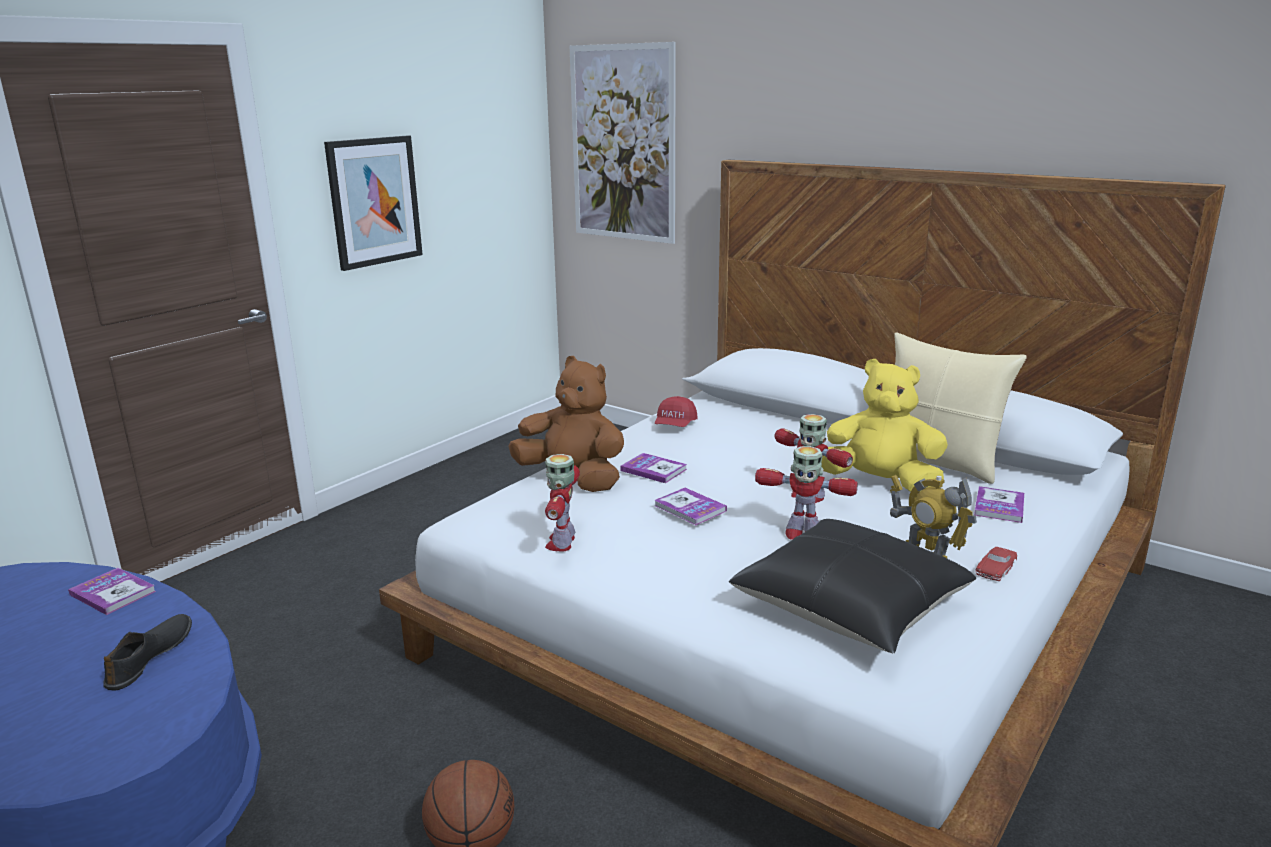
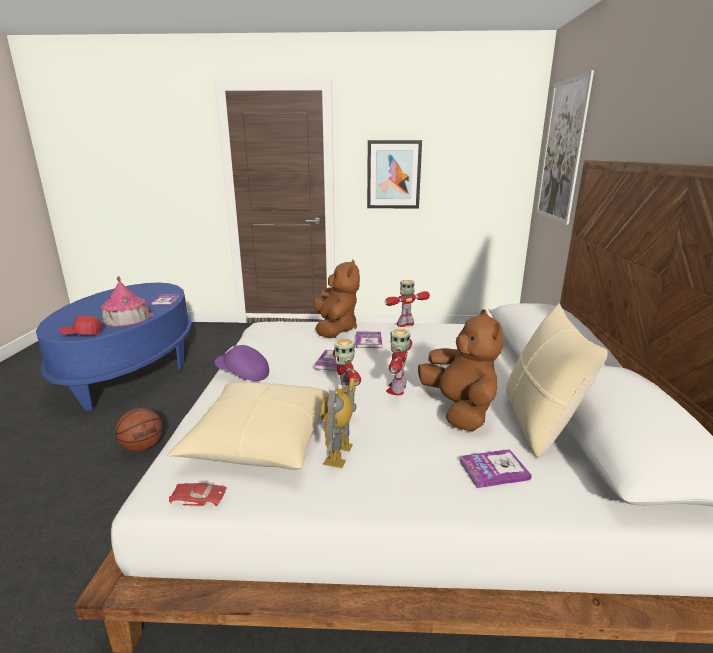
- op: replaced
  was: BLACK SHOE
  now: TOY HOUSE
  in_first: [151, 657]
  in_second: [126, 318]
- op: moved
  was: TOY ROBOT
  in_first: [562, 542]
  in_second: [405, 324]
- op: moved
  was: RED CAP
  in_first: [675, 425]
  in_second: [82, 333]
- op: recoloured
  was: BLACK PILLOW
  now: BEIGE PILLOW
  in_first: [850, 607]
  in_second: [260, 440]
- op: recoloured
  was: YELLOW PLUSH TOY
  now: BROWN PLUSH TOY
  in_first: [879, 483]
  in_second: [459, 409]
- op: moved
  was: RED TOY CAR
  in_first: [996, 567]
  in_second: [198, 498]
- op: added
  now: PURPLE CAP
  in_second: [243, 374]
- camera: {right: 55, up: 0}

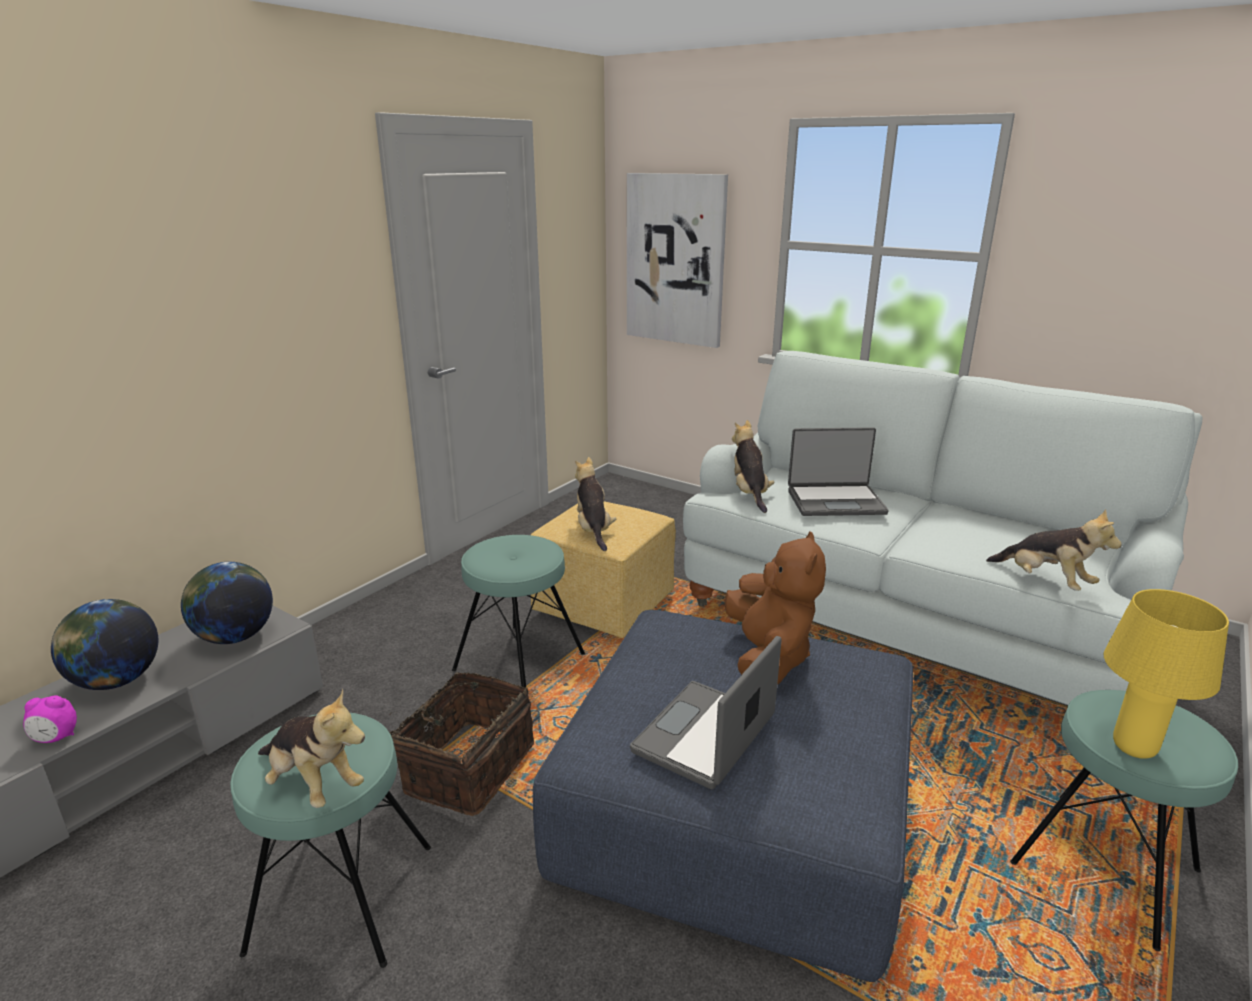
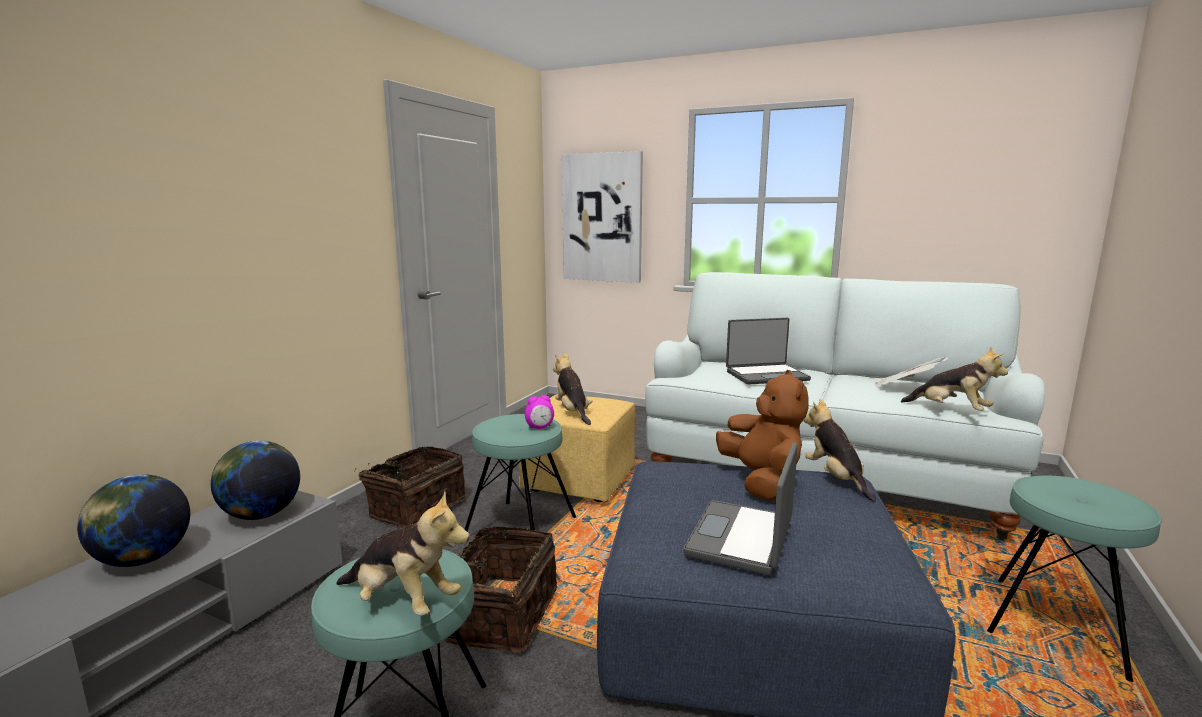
- op: moved
  was: ALARM CLOCK
  in_first: [56, 738]
  in_second: [539, 428]
- op: moved
  was: PLUSH TOY
  in_first: [749, 493]
  in_second: [835, 479]
- op: removed
  was: YELLOW TABLE LAMP
  in_first: [1134, 749]
- op: added
  now: BASKET
  in_second: [416, 507]
- op: added
  now: NEWSPAPER
  in_second: [905, 388]
- camera: {right: -10, up: -10}

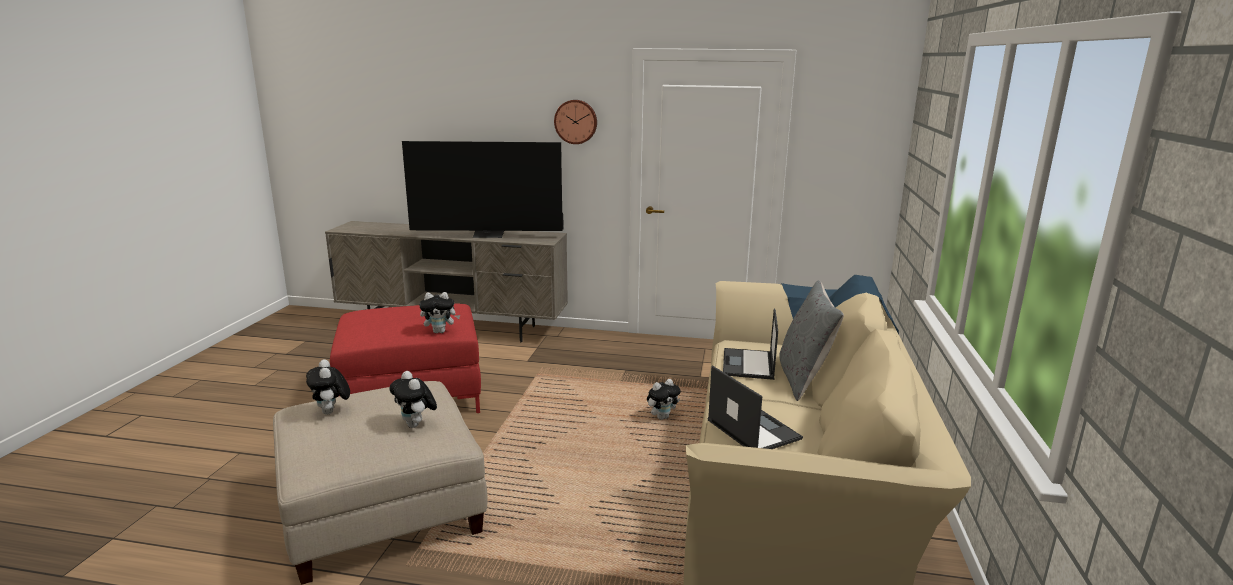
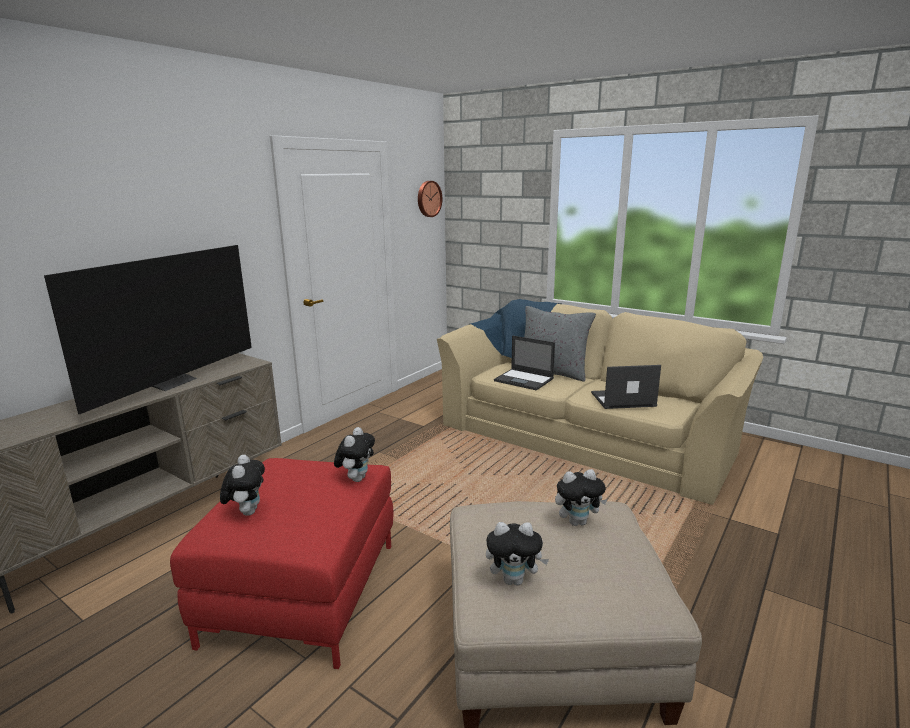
- op: moved
  was: WALL CLOCK
  in_first: [576, 121]
  in_second: [428, 199]
- op: moved
  was: PLUSH TOY
  in_first: [662, 417]
  in_second: [247, 511]
- camera: {right: -65, up: 0}

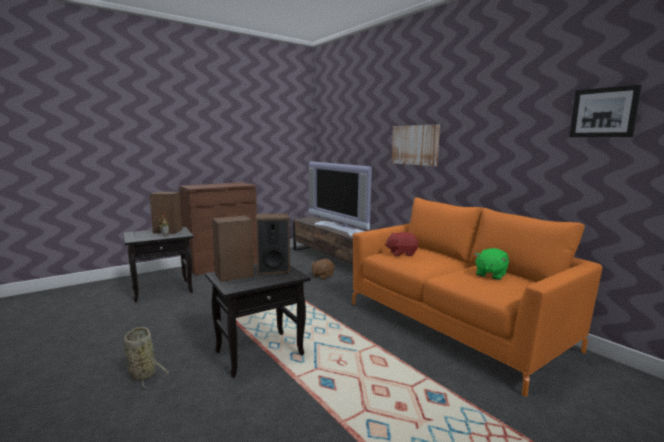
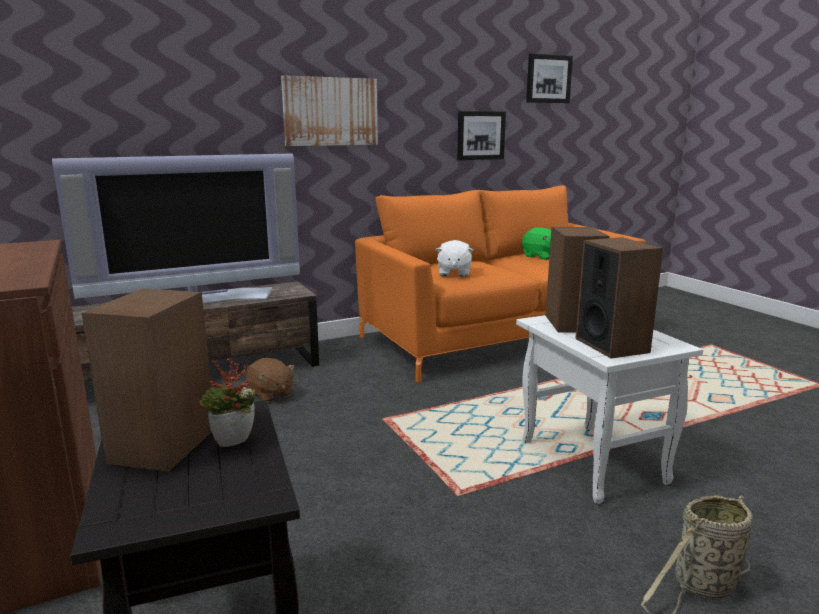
- op: recoloured
  was: BLACK SIDE TABLE
  now: WHITE SIDE TABLE
  in_first: [260, 352]
  in_second: [589, 461]
- op: recoloured
  was: RED PLUSH TOY
  now: WHITE PLUSH TOY
  in_first: [401, 253]
  in_second: [453, 273]
- op: added
  now: PICTURE
  in_second: [480, 135]
- camera: {right: -80, up: 5}

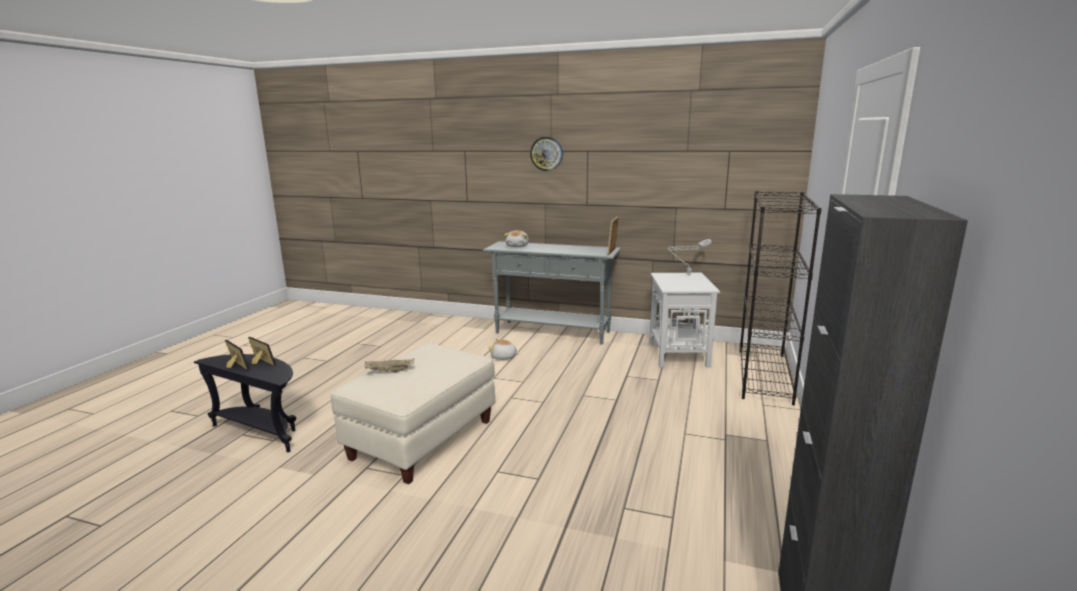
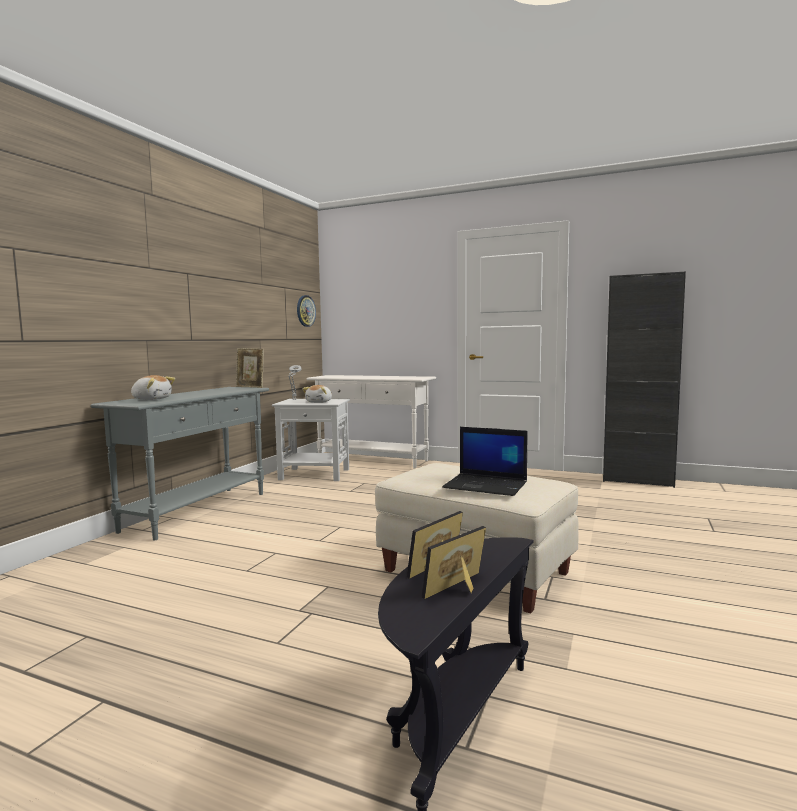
- op: replaced
  was: BEIGE TRAY
  now: LAPTOP
  in_first: [389, 371]
  in_second: [487, 485]
- op: moved
  was: PLUSH TOY
  in_first: [504, 357]
  in_second: [319, 402]
- op: moved
  was: WALL CLOCK
  in_first: [546, 153]
  in_second: [305, 311]
- op: replaced
  was: BLACK BOOKCASE
  now: WHITE CONSOLE TABLE
  in_first: [764, 376]
  in_second: [373, 460]
- camera: {right: -85, up: -10}

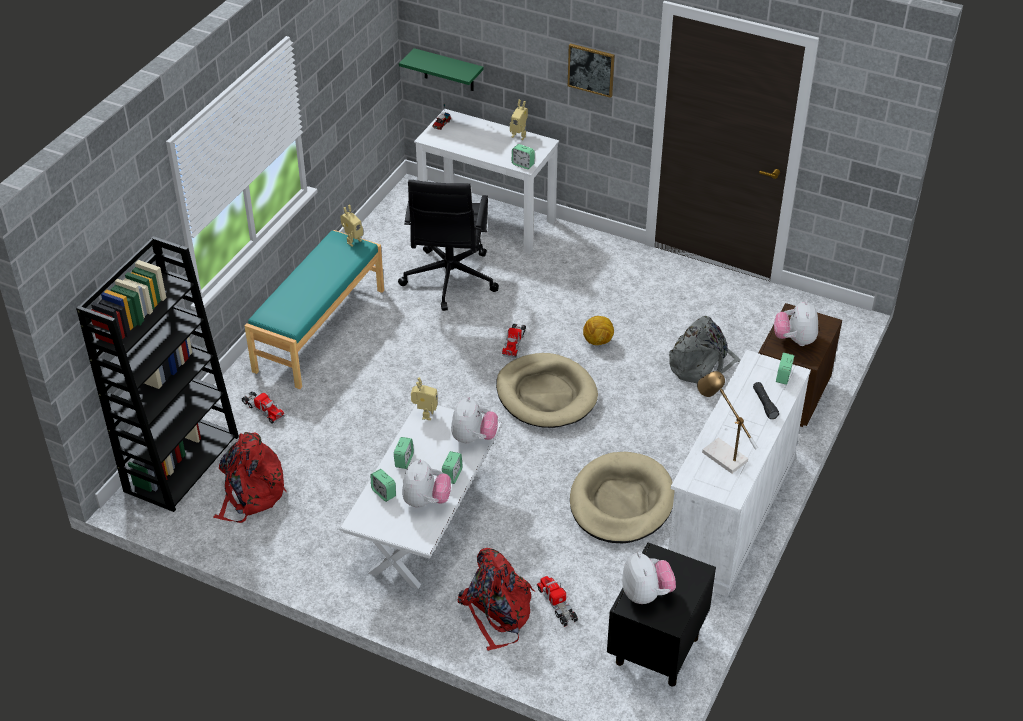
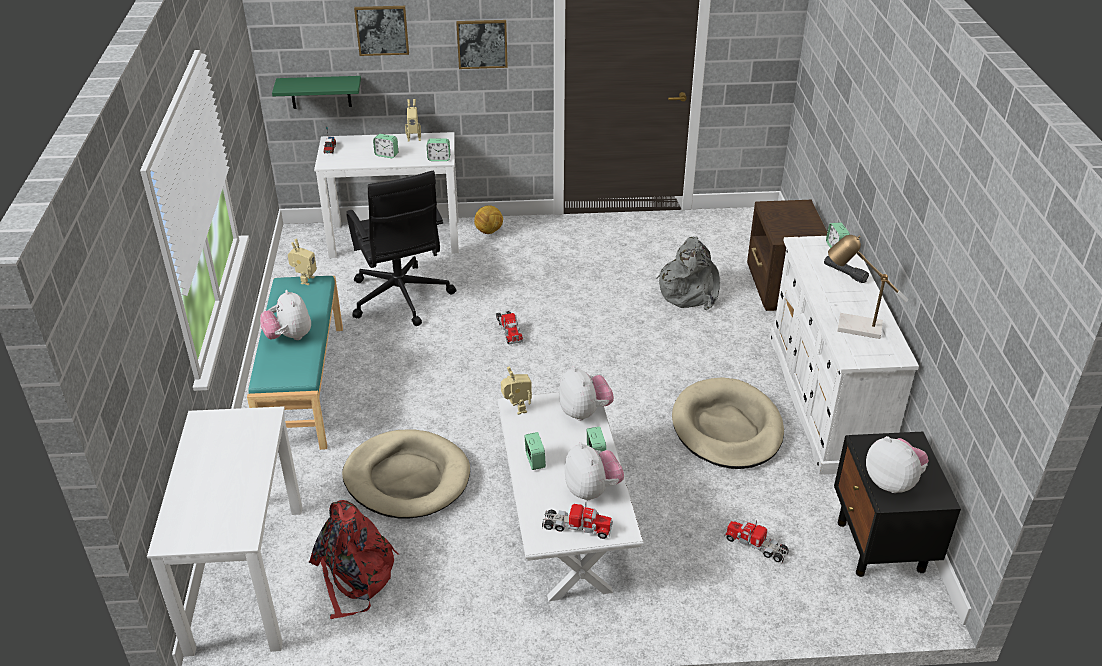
- op: replaced
  was: BLACK BOOKCASE
  now: WHITE DESK
  in_first: [181, 462]
  in_second: [246, 576]
- op: moved
  was: TOY TRUCK
  in_first: [263, 410]
  in_second: [576, 527]
- op: moved
  was: ALARM CLOCK
  in_first: [384, 493]
  in_second: [386, 155]
- op: removed
  was: RED BACKPACK
  in_first: [497, 612]
- op: moved
  was: BEIGE DOG BED
  in_first: [546, 394]
  in_second: [407, 478]
- op: moved
  was: FOOTBALL
  in_first: [598, 342]
  in_second: [489, 231]
- op: moved
  was: PLUSH TOY
  in_first: [794, 340]
  in_second: [289, 337]
- op: added
  now: PICTURE
  in_second: [382, 30]
- camera: {right: -30, up: -5}

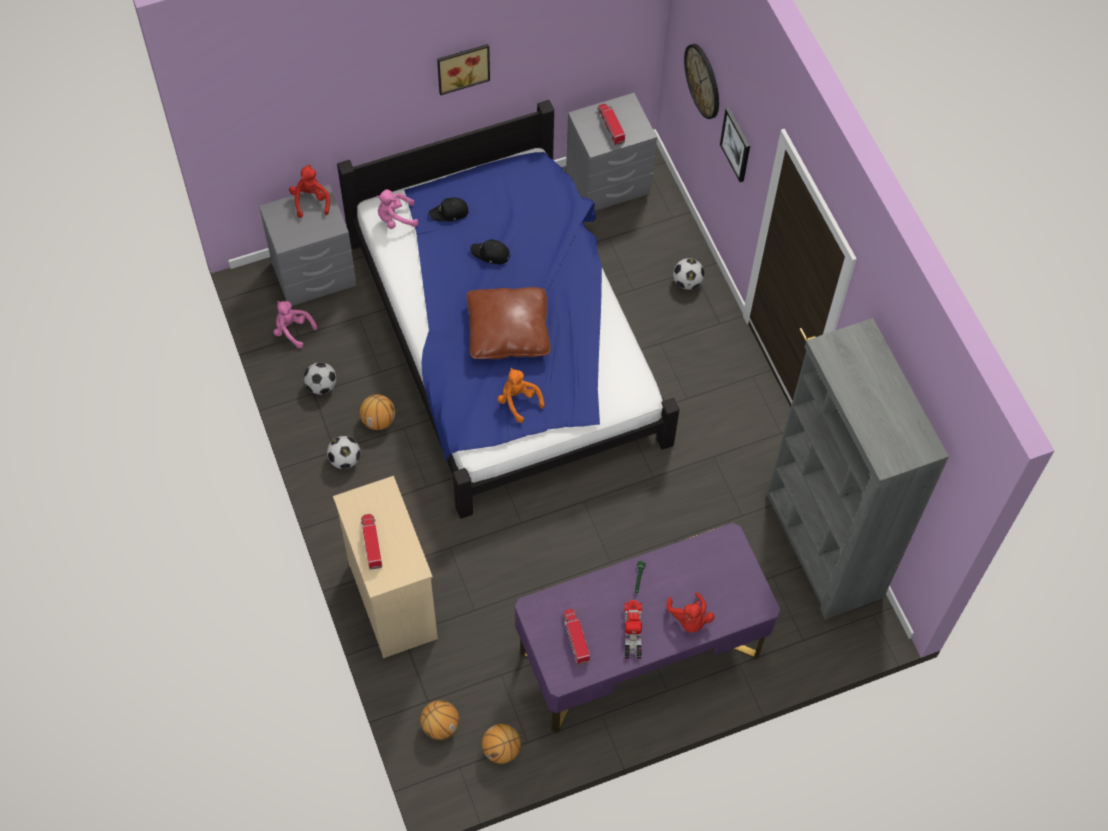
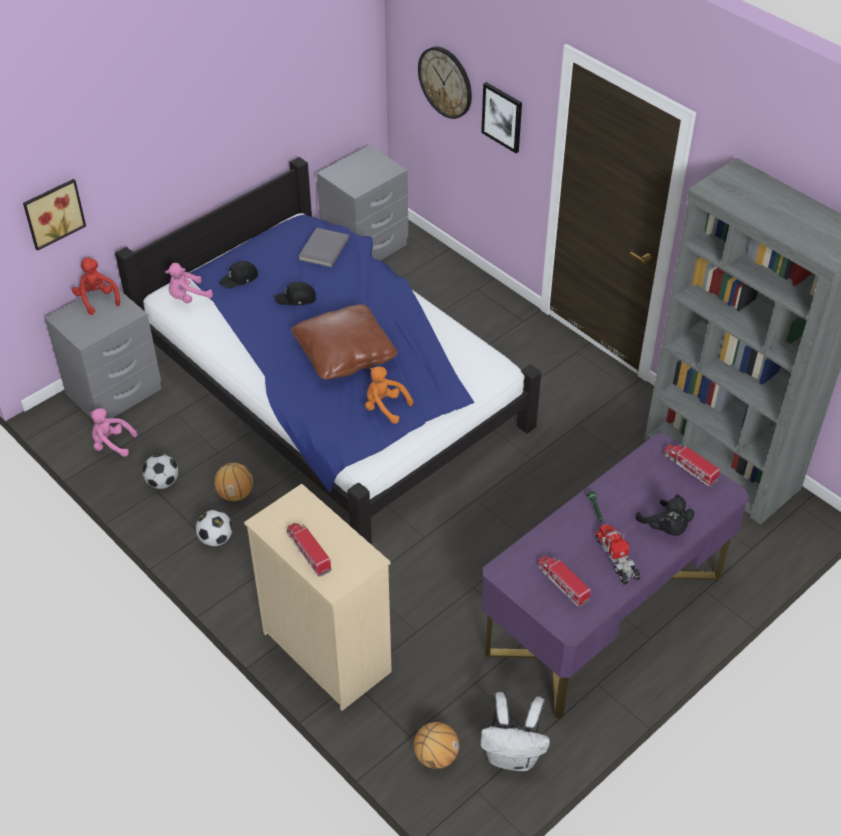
- op: moved
  was: PICTURE
  in_first: [462, 66]
  in_second: [53, 212]
- op: replaced
  was: BASKETBALL
  now: WHITE BACKPACK
  in_first: [501, 749]
  in_second: [513, 756]
- op: moved
  was: TOY TRUCK
  in_first: [610, 126]
  in_second: [690, 468]
- op: recoloured
  was: RED PLUSH TOY
  now: BLACK PLUSH TOY
  in_first: [689, 619]
  in_second: [666, 528]
- op: removed
  was: FOOTBALL
  in_first: [687, 282]
- op: added
  now: GREY BOOK
  in_second: [323, 249]
- camera: {right: -20, up: -15}

